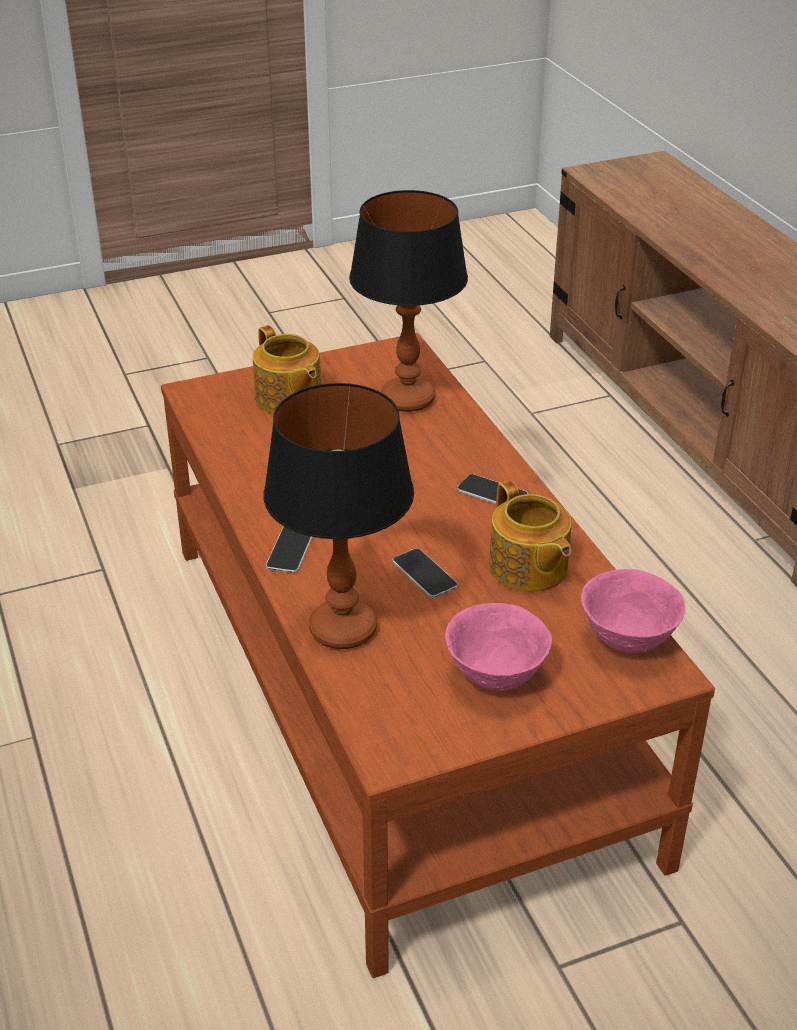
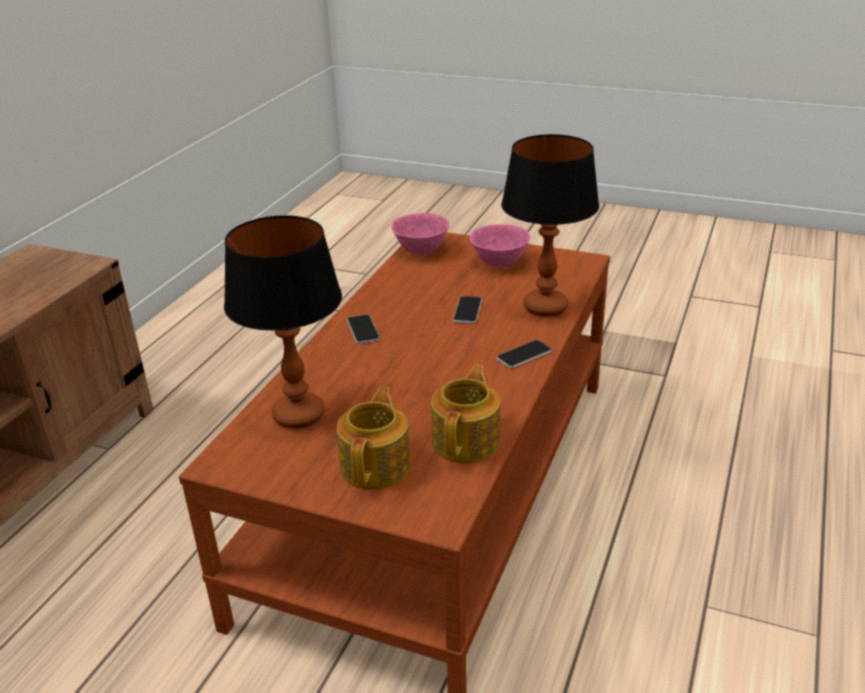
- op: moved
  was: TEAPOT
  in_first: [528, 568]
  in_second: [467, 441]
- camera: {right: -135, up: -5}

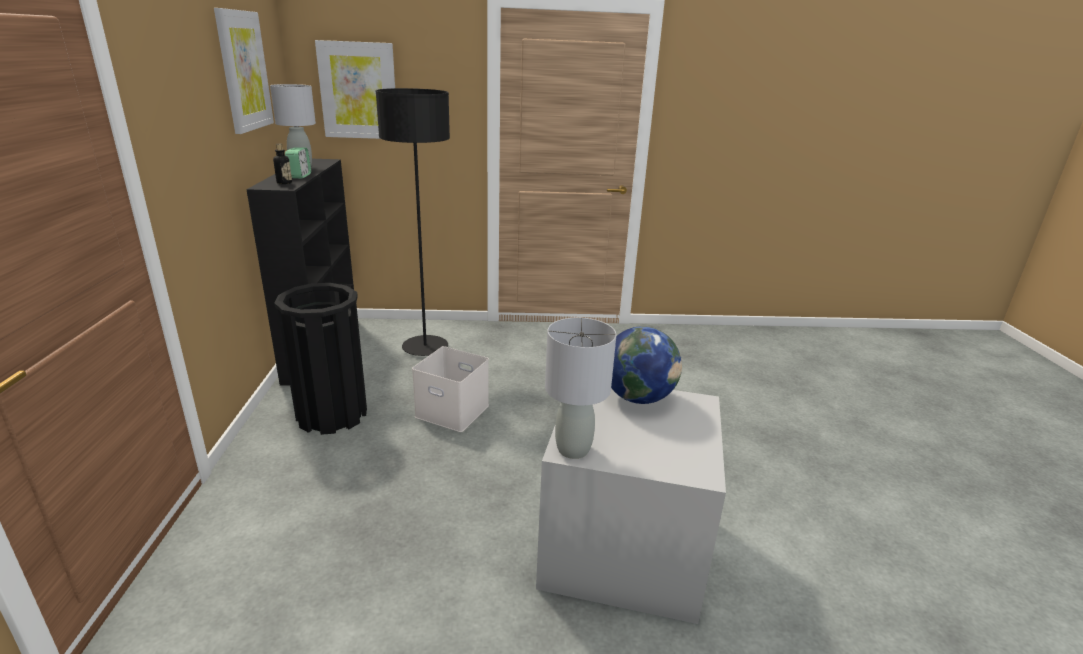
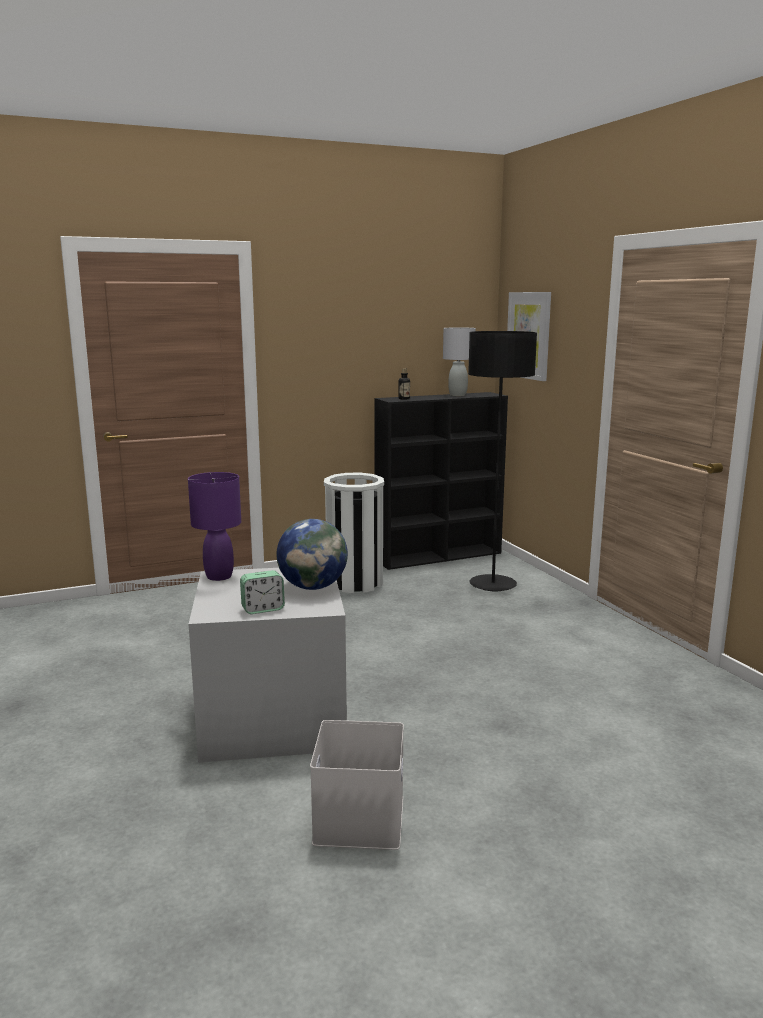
- op: removed
  was: PICTURE
  in_first: [244, 71]
- op: recoloured
  was: BLACK TRASH CAN
  now: WHITE TRASH CAN
  in_first: [332, 414]
  in_second: [355, 583]
- op: moved
  was: ALARM CLOCK
  in_first: [300, 176]
  in_second: [263, 609]
- op: moved
  was: WHITE STORAGE BOX
  in_first: [454, 411]
  in_second: [361, 820]
- op: recoloured
  was: GREY TABLE LAMP
  now: PURPLE TABLE LAMP
  in_first: [572, 449]
  in_second: [218, 576]
- camera: {right: 70, up: -10}

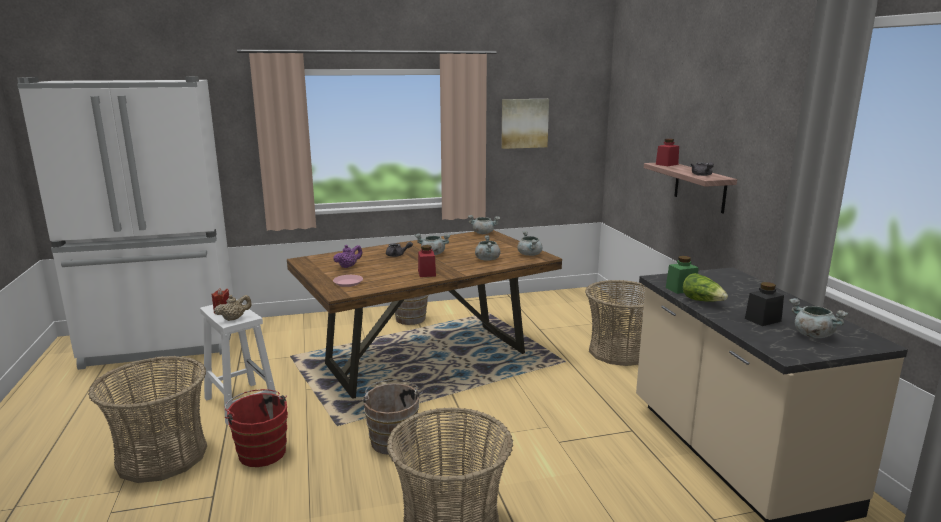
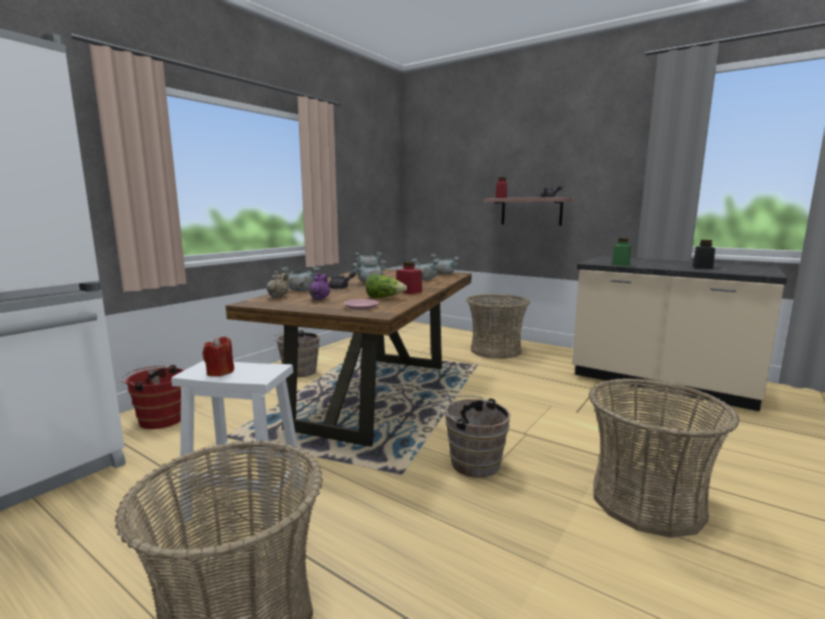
- op: moved
  was: BEIGE TEAPOT
  in_first: [234, 318]
  in_second: [278, 297]
- op: moved
  was: RED BUCKET
  in_first: [261, 451]
  in_second: [159, 419]
- op: removed
  was: PICTURE
  in_first: [524, 123]
- op: moved
  was: LETTUCE
  in_first: [703, 301]
  in_second: [384, 298]
- op: moved
  was: GREY COOKING POT
  in_first: [812, 335]
  in_second: [301, 290]
- camera: {right: -40, up: -5}

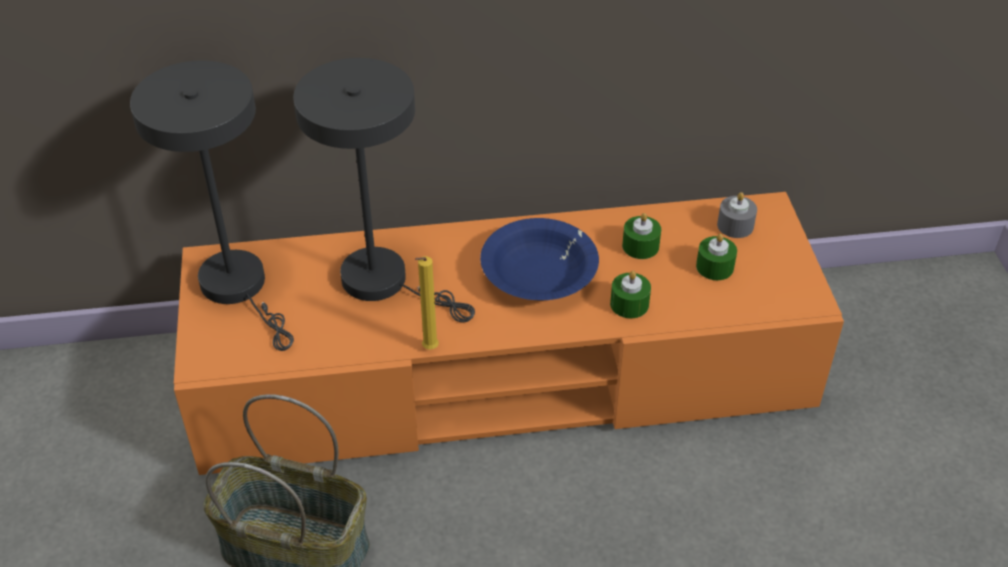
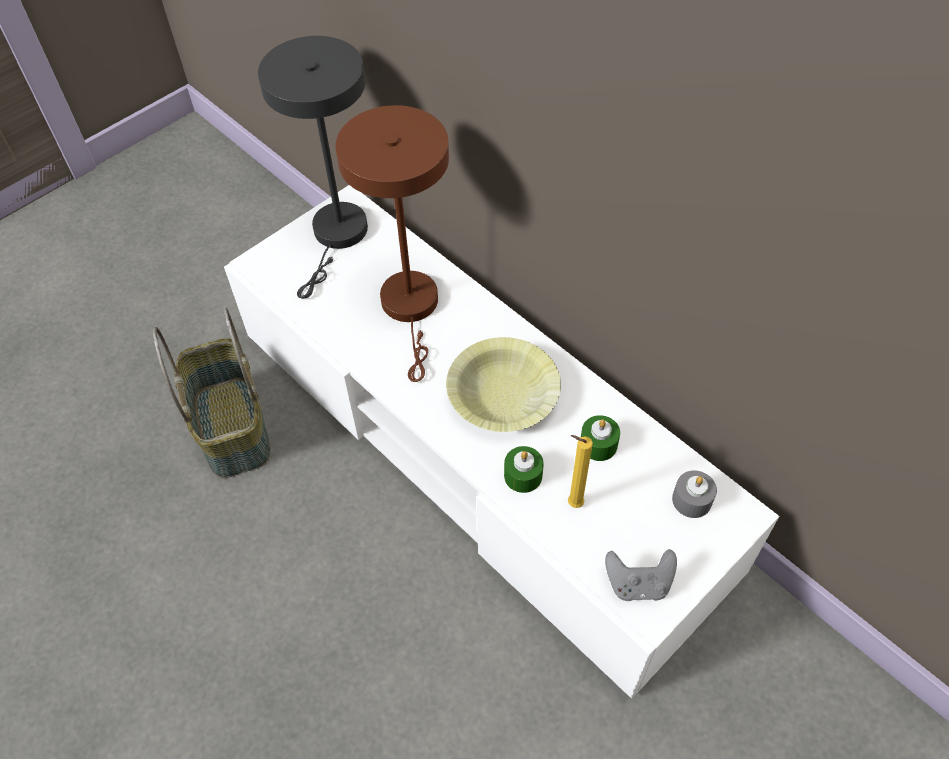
- op: recoloured
  was: ORANGE TV STAND
  now: WHITE TV STAND
  in_first: [504, 375]
  in_second: [476, 447]
- op: recoloured
  was: GREY TABLE LAMP
  now: BROWN TABLE LAMP
  in_first: [385, 281]
  in_second: [411, 308]
- op: moved
  was: YELLOW CANDLE
  in_first: [428, 349]
  in_second: [572, 503]
- op: recoloured
  was: BLUE BOWL
  now: YELLOW BOWL
  in_first: [539, 274]
  in_second: [503, 395]
- op: removed
  was: GREEN CANDLE
  in_first: [714, 267]
- op: added
  now: GREY GAME CONTROLLER
  in_second: [638, 583]
- camera: {right: 55, up: 10}

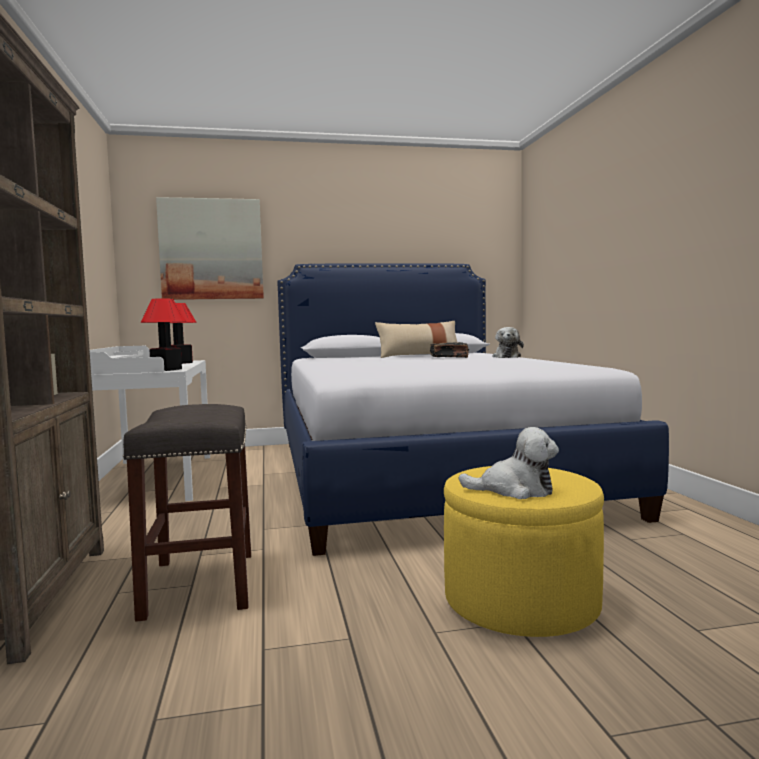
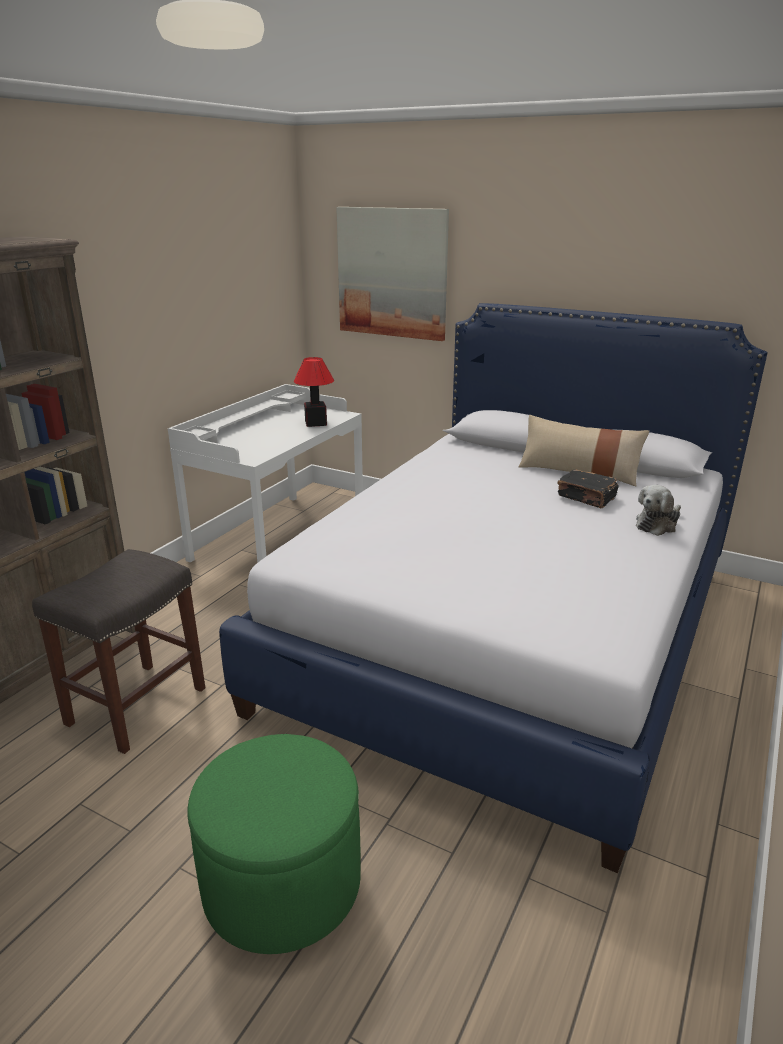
- op: removed
  was: TABLE LAMP
  in_first: [166, 369]
- op: recoloured
  was: YELLOW OTTOMAN
  now: GREEN OTTOMAN
  in_first: [521, 602]
  in_second: [282, 883]
- op: removed
  was: PLUSH TOY
  in_first: [514, 490]
- camera: {right: 40, up: 20}

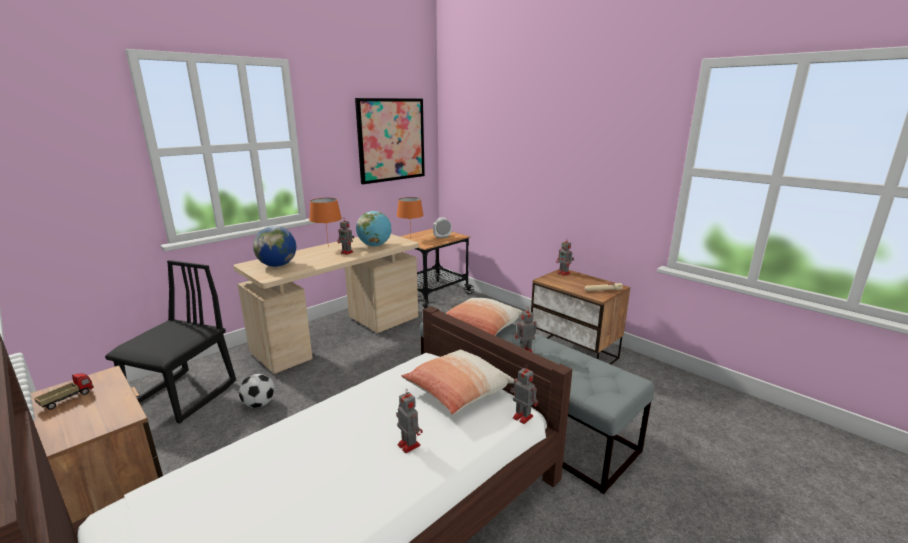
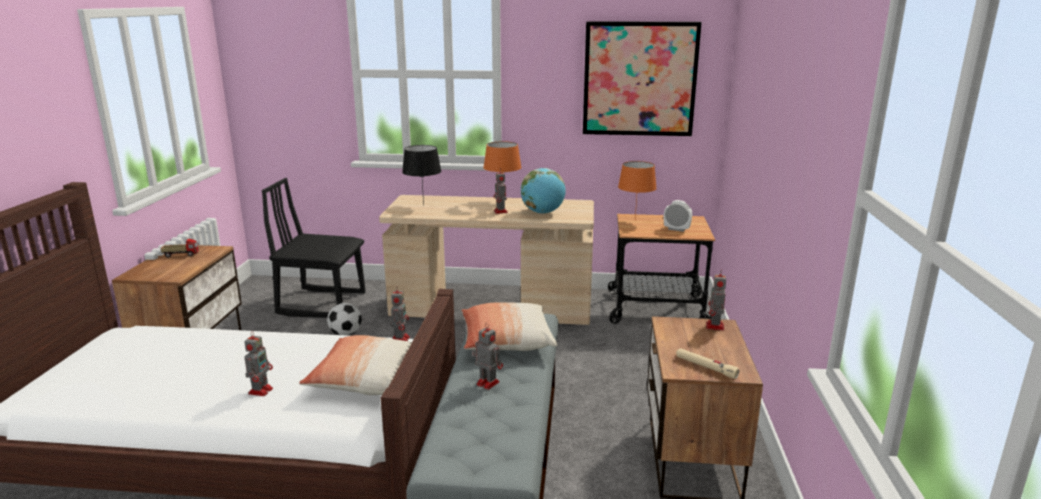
- op: turned
  was: BLACK CHAIR
  in_first: [184, 396]
  in_second: [322, 303]
  clockwise: -150
- op: replaced
  was: GLOBE
  now: BLACK TABLE LAMP
  in_first: [277, 265]
  in_second: [424, 205]
- op: moved
  was: TOY ROBOT
  in_first: [522, 416]
  in_second: [400, 339]
- camera: {right: 50, up: 0}

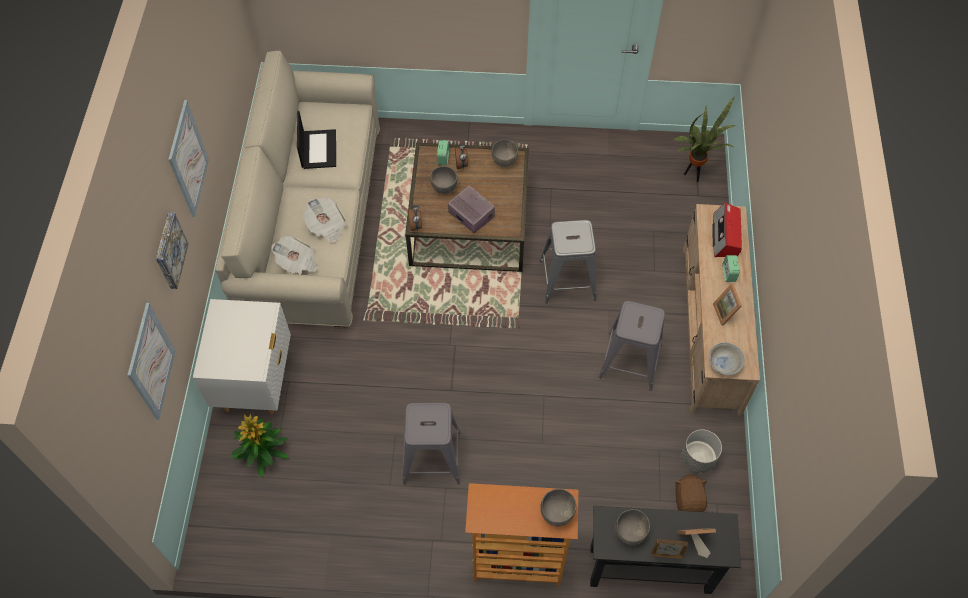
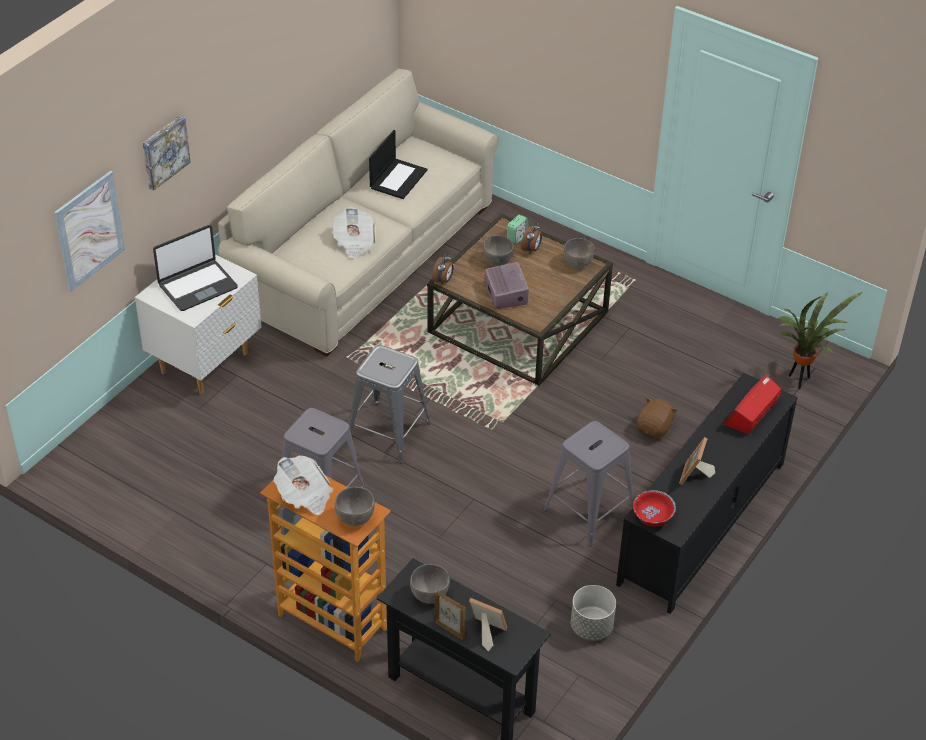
- op: removed
  was: PICTURE
  in_first: [188, 159]
- op: removed
  was: POTTED PLANT
  in_first: [262, 451]
- op: moved
  was: NEWSPAPER
  in_first: [297, 262]
  in_second: [304, 496]
- op: moved
  was: GREY STOOL
  in_first: [568, 279]
  in_second: [389, 432]
- op: moved
  was: BROWN PLUSH TOY
  in_first: [689, 499]
  in_second: [655, 428]
- op: recoloured
  was: BEIGE TV STAND
  now: BLACK TV STAND
  in_first: [710, 329]
  in_second: [701, 523]
- op: recoloured
  was: WHITE BOWL
  now: RED BOWL
  in_first: [723, 364]
  in_second: [652, 517]
- op: removed
  was: ALARM CLOCK
  in_first: [728, 274]
- op: added
  now: LAPTOP
  in_second: [197, 286]
- camera: {right: 30, up: -15}

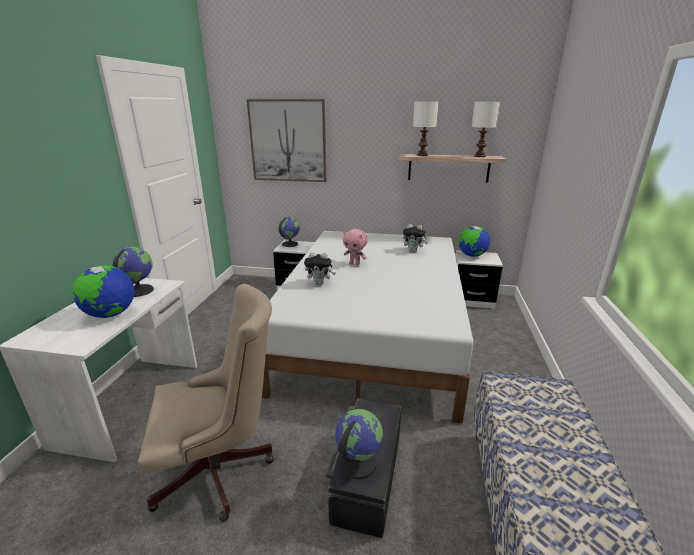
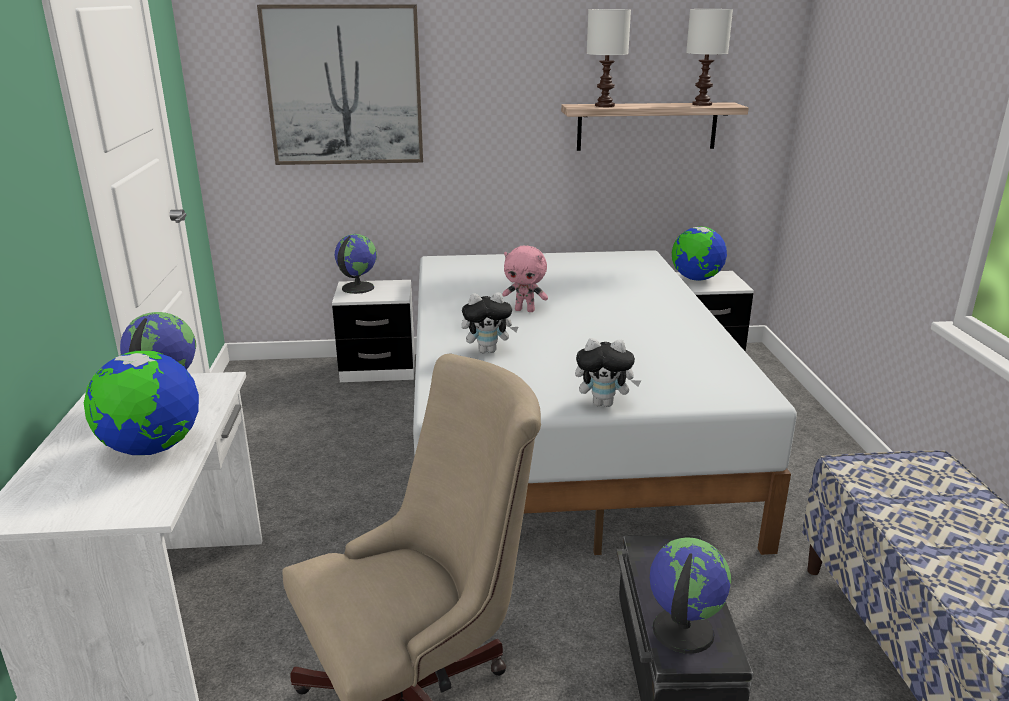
- op: moved
  was: PLUSH TOY
  in_first: [413, 251]
  in_second: [604, 403]
- camera: {right: -15, up: 0}

